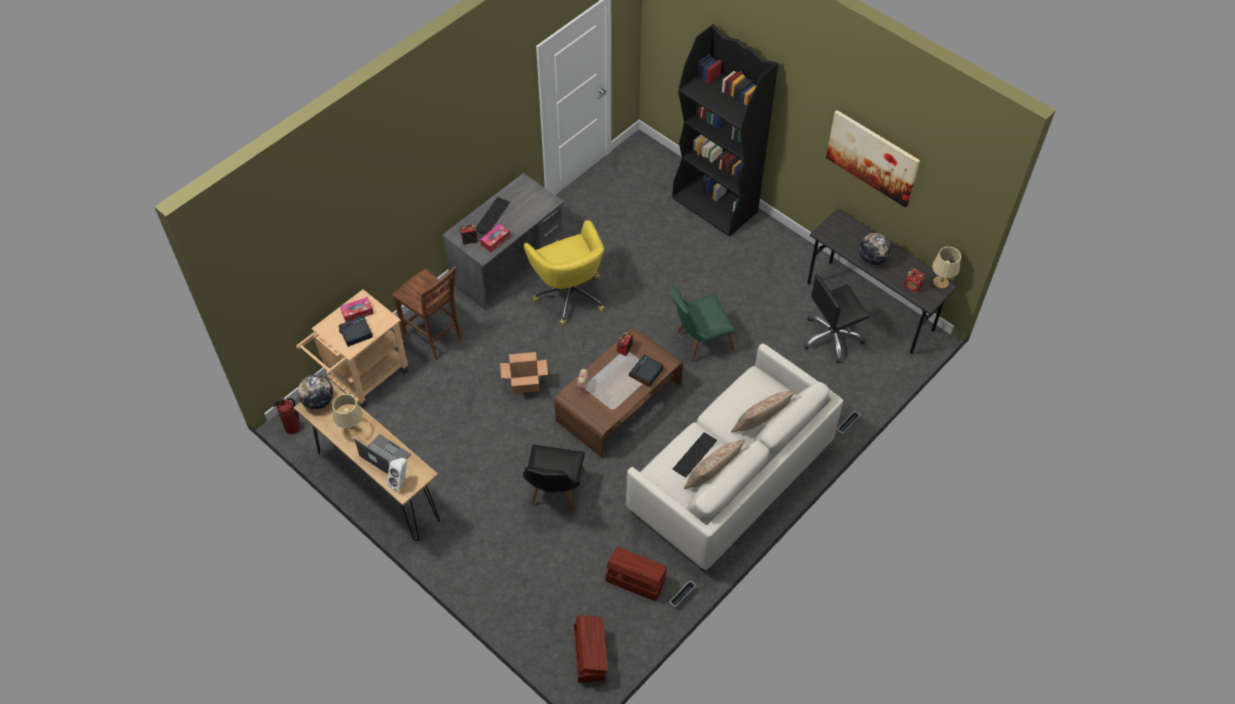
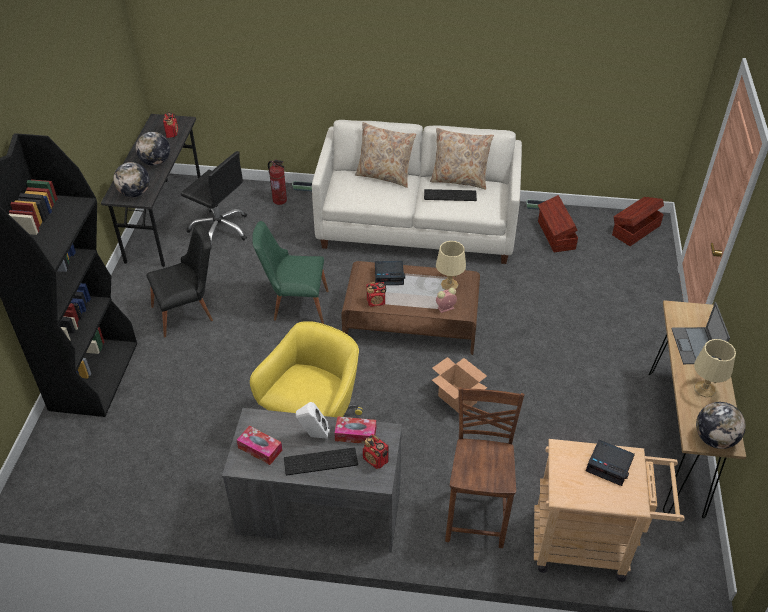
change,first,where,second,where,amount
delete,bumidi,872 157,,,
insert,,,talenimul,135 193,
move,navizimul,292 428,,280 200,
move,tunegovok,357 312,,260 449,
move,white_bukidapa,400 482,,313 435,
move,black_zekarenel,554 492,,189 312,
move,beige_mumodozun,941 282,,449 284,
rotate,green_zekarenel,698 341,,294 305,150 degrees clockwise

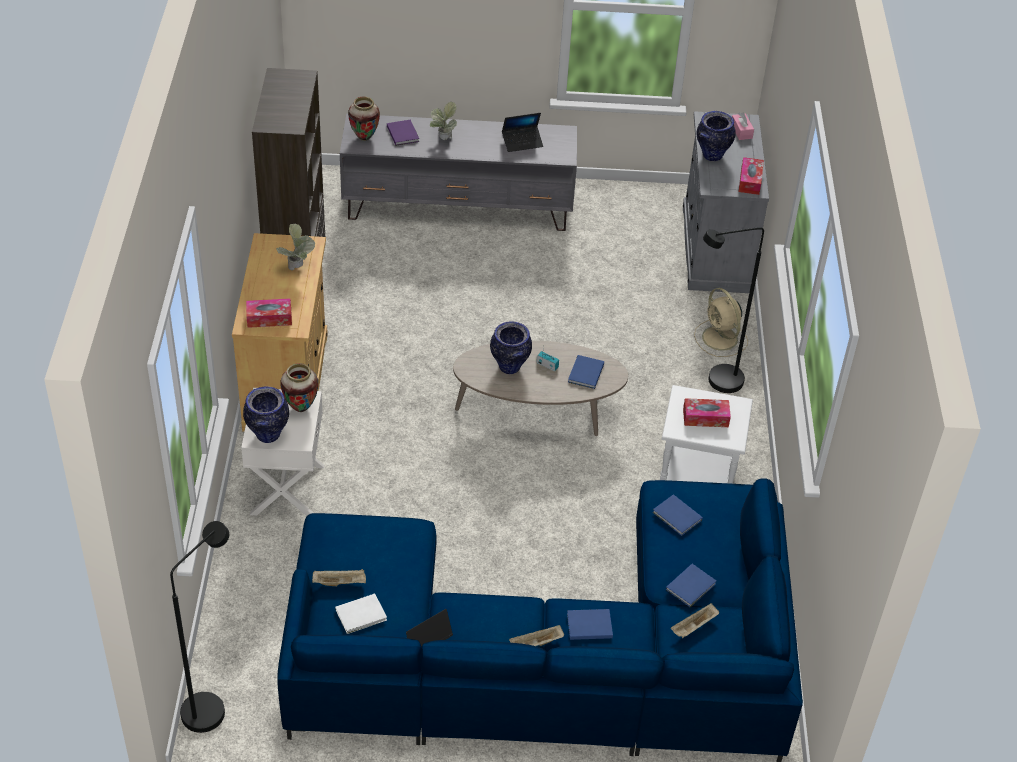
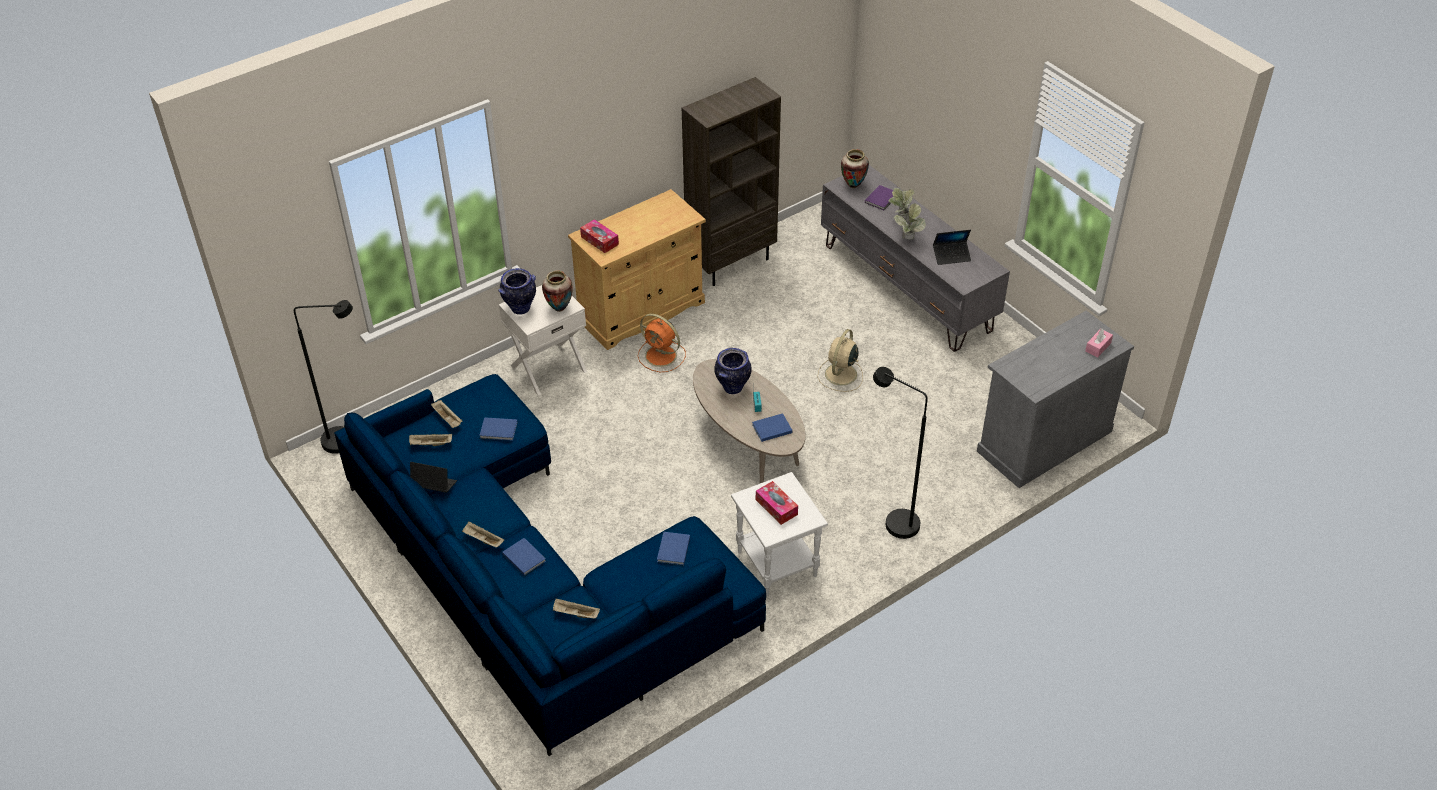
change,first,where,second,where,amount
delete,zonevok,712 156,,,
delete,tunegovok,750 181,,,
insert,,,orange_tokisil,662 356,
move,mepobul,298 269,,908 240,
move,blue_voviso,692 586,,499 430,
move,beige_tokisil,720 339,,840 375,
replace,white_voviso,362 615,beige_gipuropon,430 444,
rotate,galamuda,522 142,,951 256,45 degrees counterclockwise

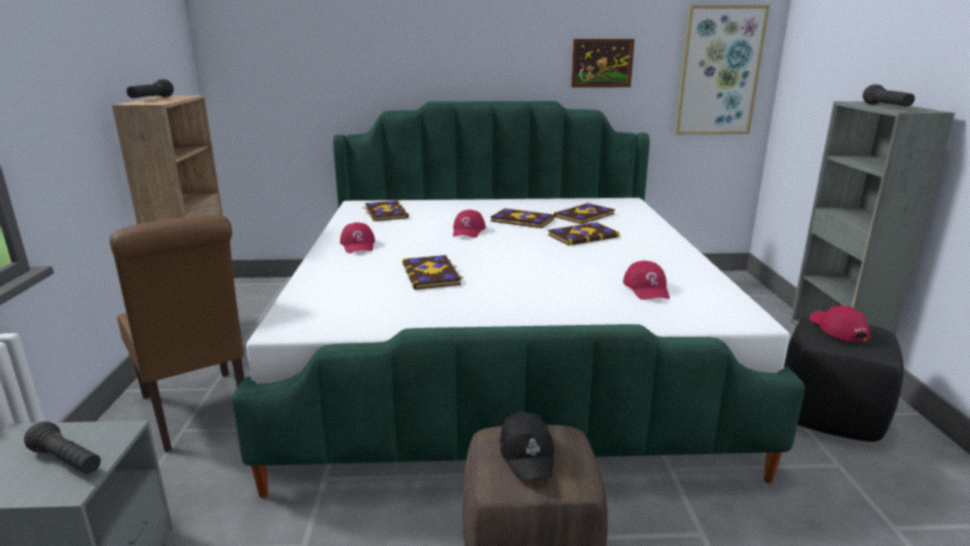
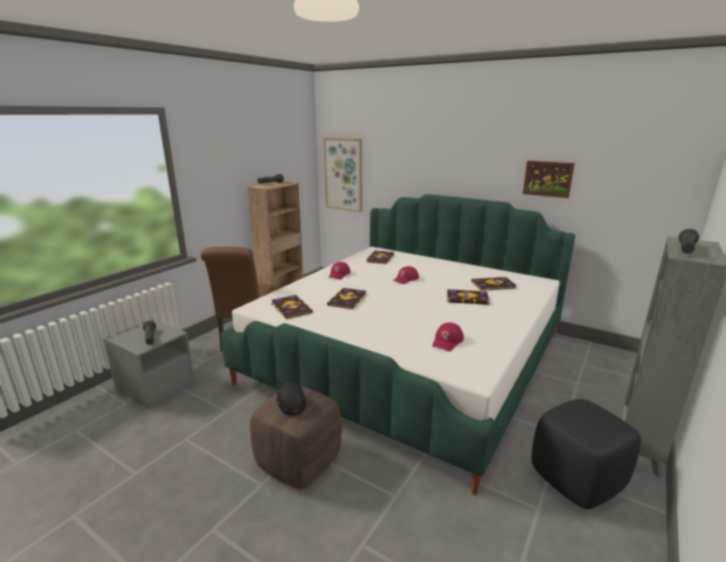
change,first,where,second,where,amount
delete,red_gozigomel,837 328,,,
move,voviso,522 220,,290 308,
move,bumidi,719 71,,344 174,
rotate,black_gozigomel,527 454,,290 402,135 degrees clockwise

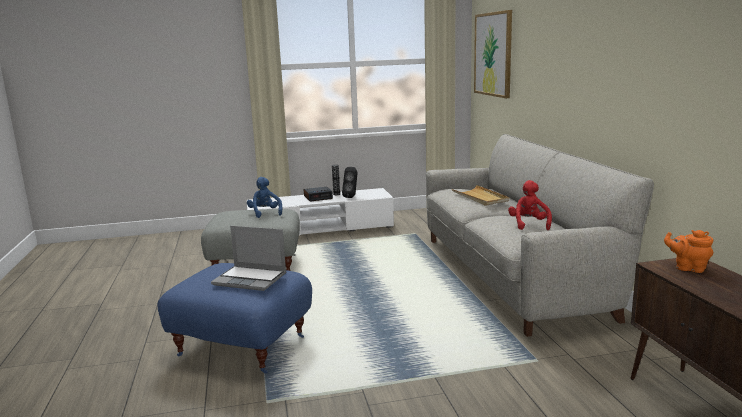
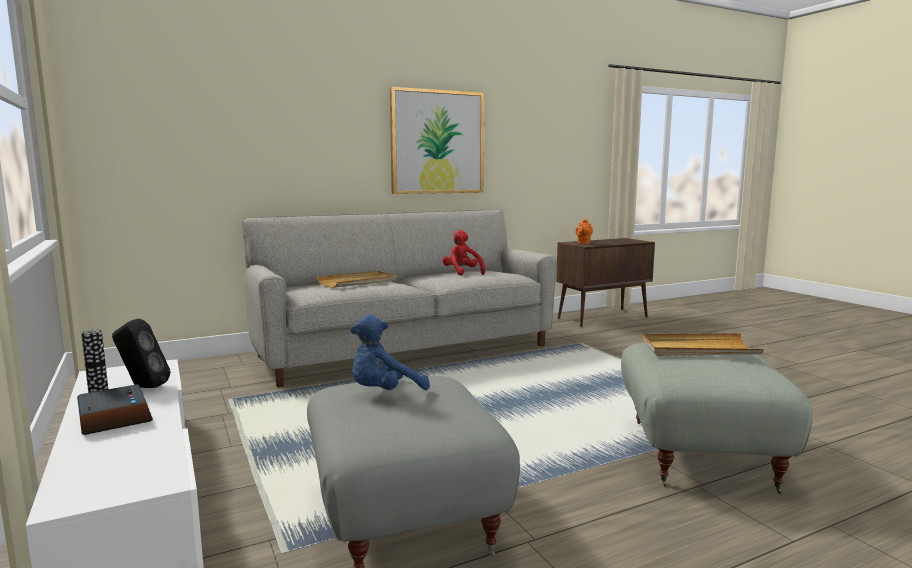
change,first,where,second,where,amount
move,bumidi,493 54,,437 142,
replace,galamuda,251 279,beige_gipuropon,698 349,
recolor,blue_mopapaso,243 345,grey_mopapaso,696 454,
rotate,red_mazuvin,529 224,,462 273,75 degrees clockwise

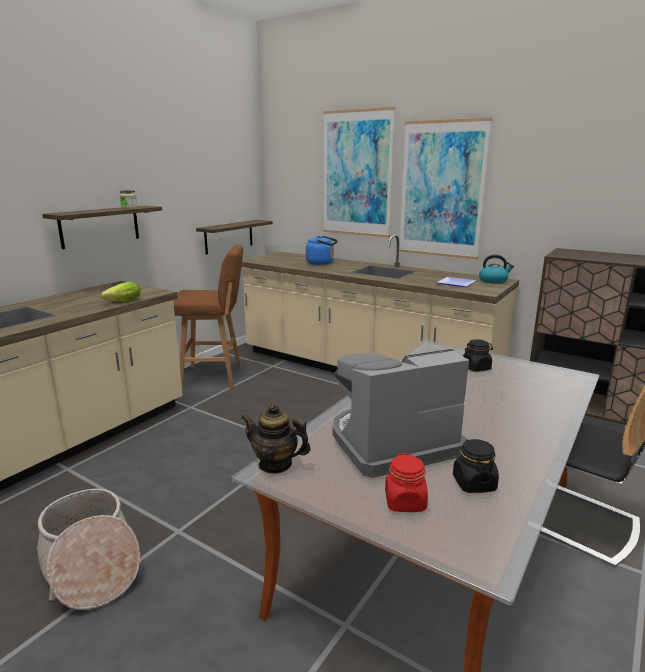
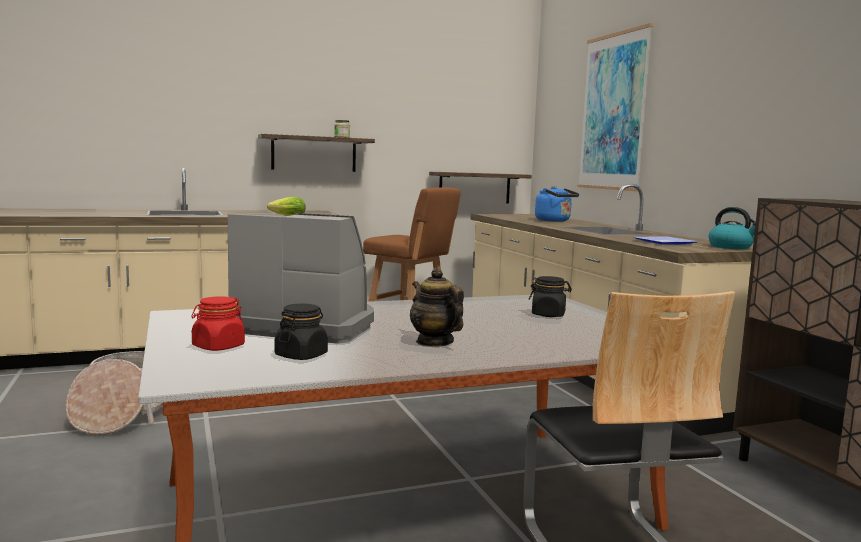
change,first,where,second,where,amount
delete,bumidi,442 190,,,
move,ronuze,275 464,,434 342,

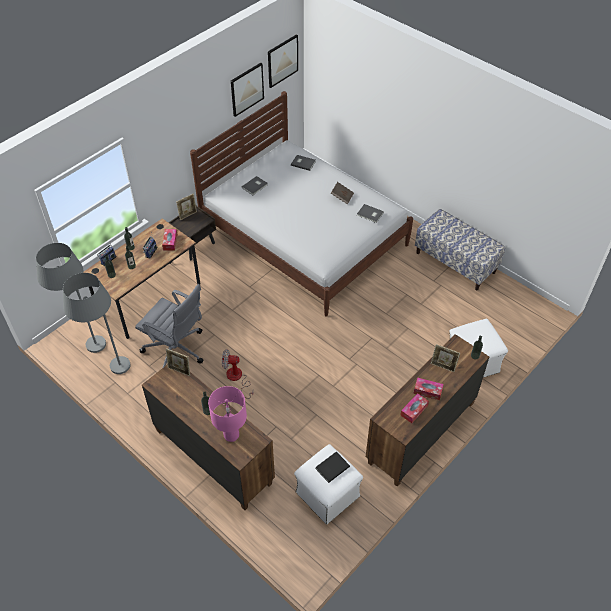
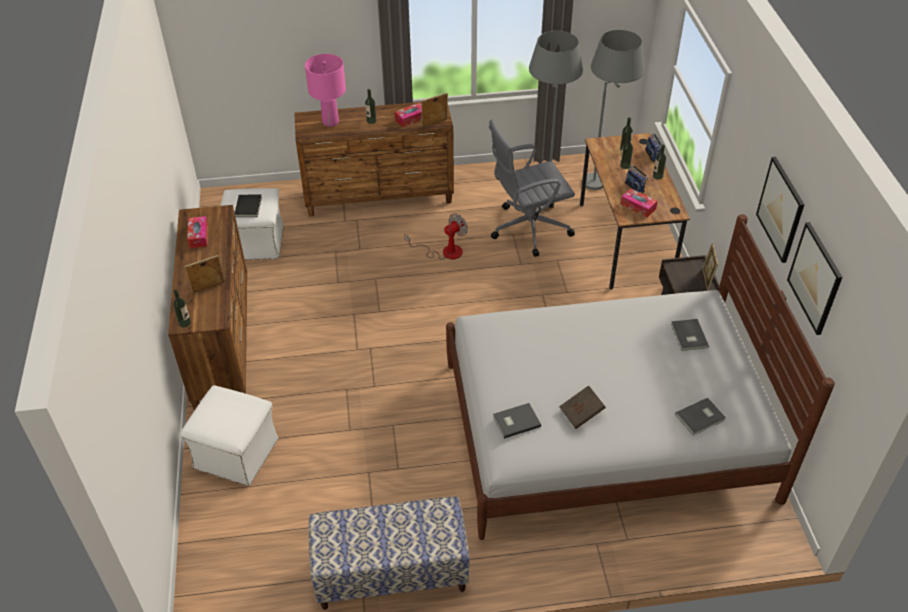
change,first,where,second,where,amount
move,bumidi,282 61,,780 209,
move,tunegovok,427 391,,411 119,

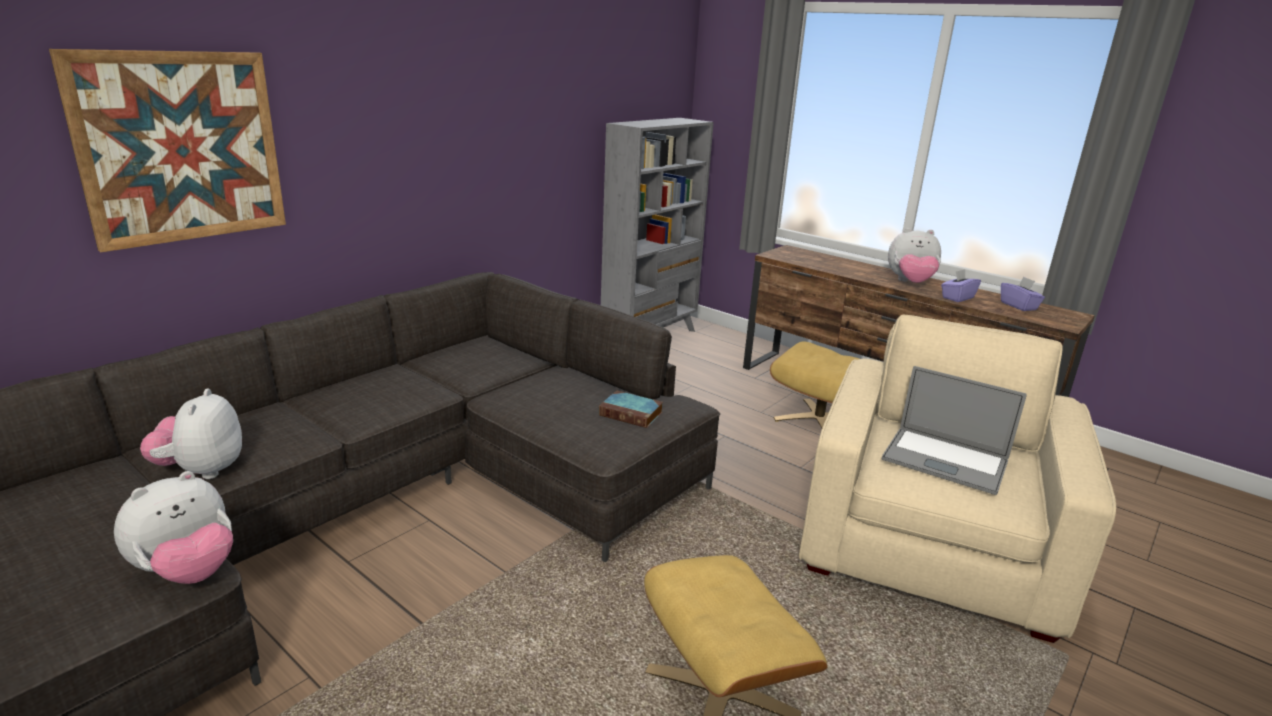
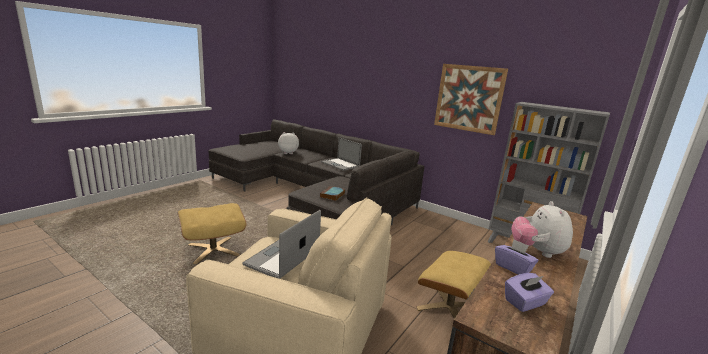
change,first,where,second,where,amount
delete,mazuvin,187 572,,,
insert,,,galamuda,340 164,
move,bumidi,181 147,,469 98,

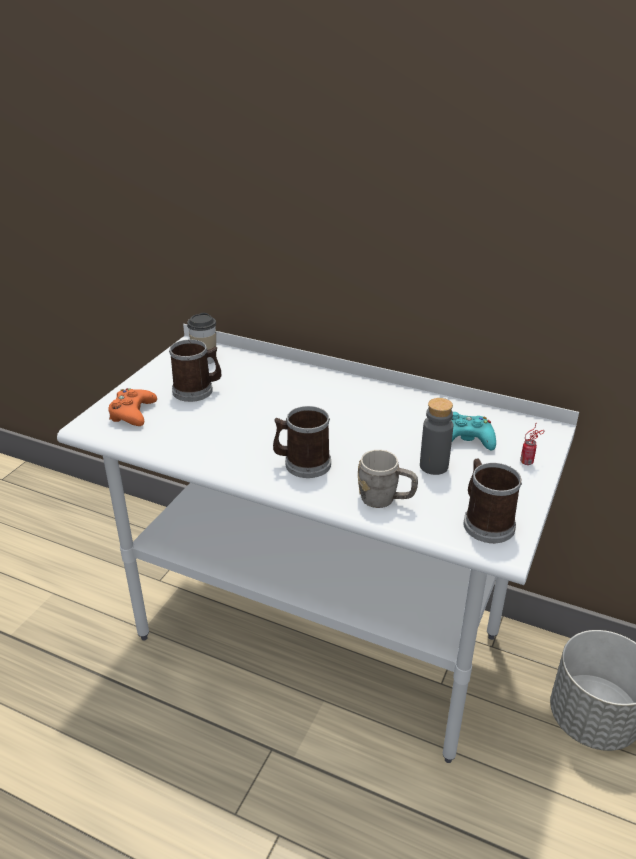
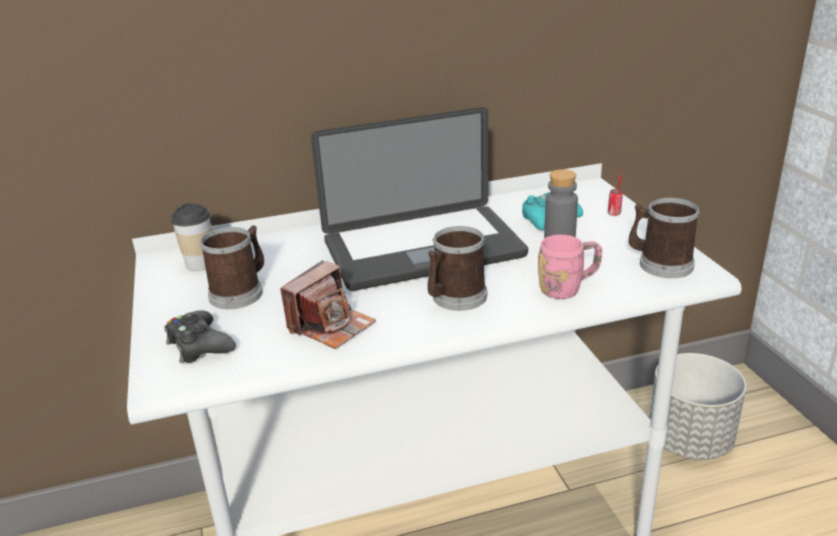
change,first,where,second,where,amount
insert,,,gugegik,331 326,
insert,,,galamuda,423 249,
recolor,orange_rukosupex,132 413,black_rukosupex,199 345,
recolor,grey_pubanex,385 500,pink_pubanex,568 288,

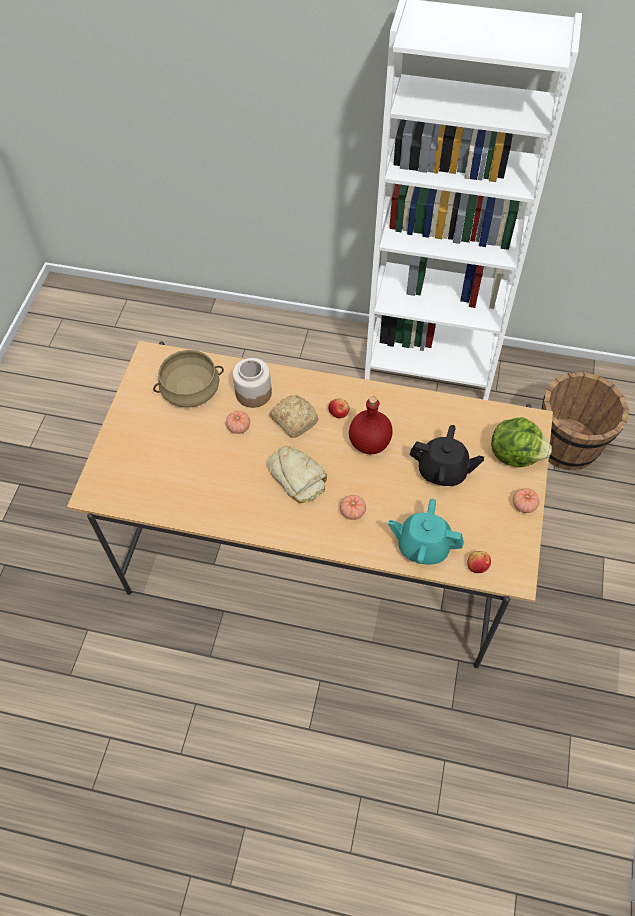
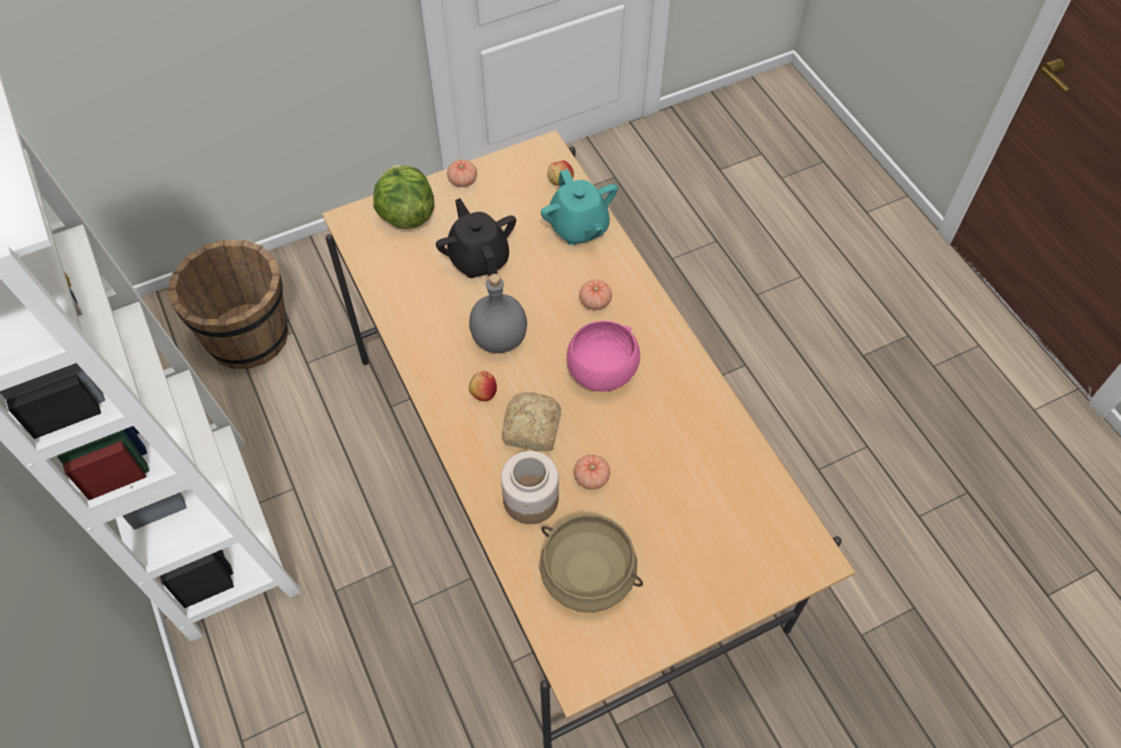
change,first,where,second,where,amount
replace,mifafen,297 477,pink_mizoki,601 373,
recolor,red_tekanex,369 443,grey_tekanex,500 338,

